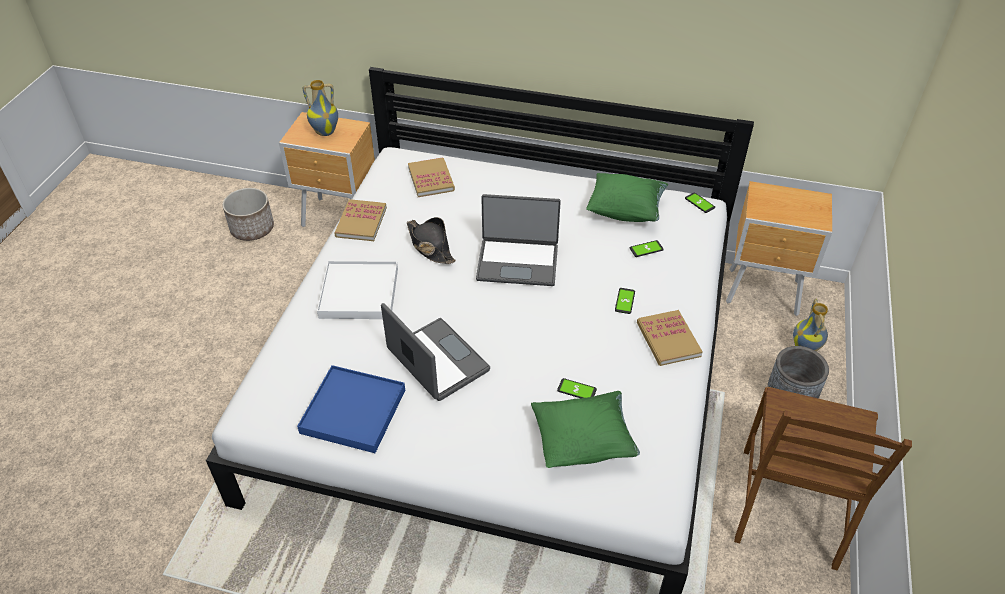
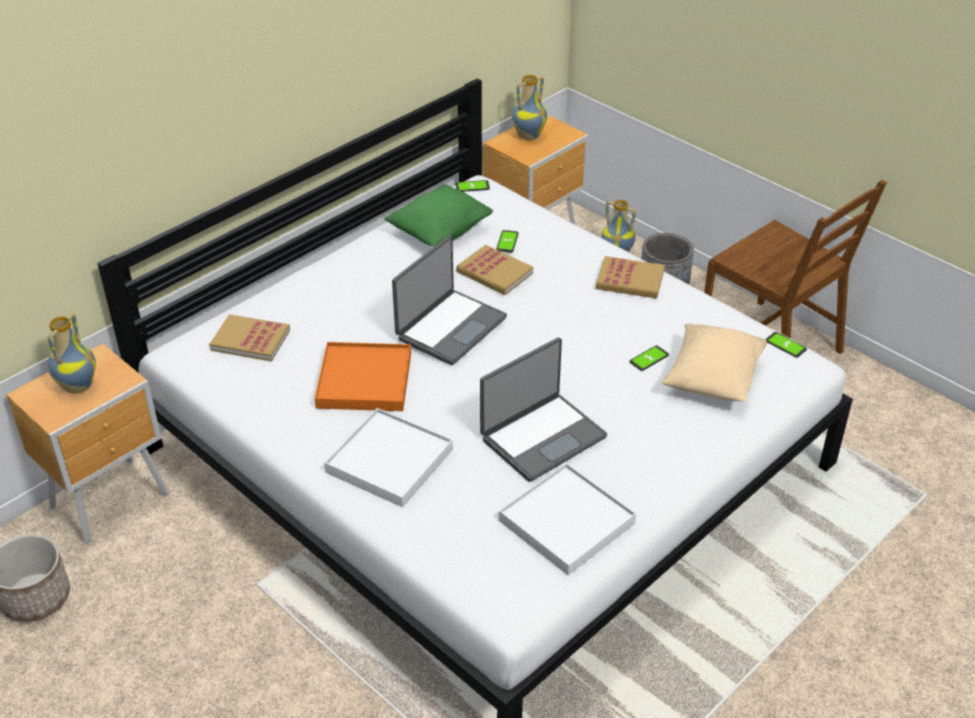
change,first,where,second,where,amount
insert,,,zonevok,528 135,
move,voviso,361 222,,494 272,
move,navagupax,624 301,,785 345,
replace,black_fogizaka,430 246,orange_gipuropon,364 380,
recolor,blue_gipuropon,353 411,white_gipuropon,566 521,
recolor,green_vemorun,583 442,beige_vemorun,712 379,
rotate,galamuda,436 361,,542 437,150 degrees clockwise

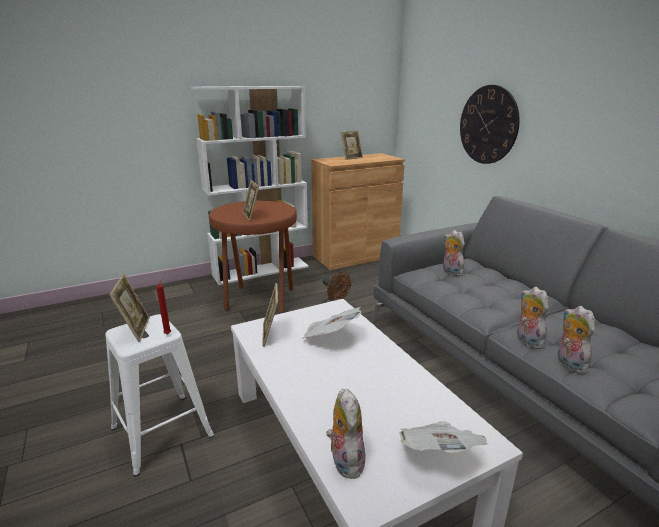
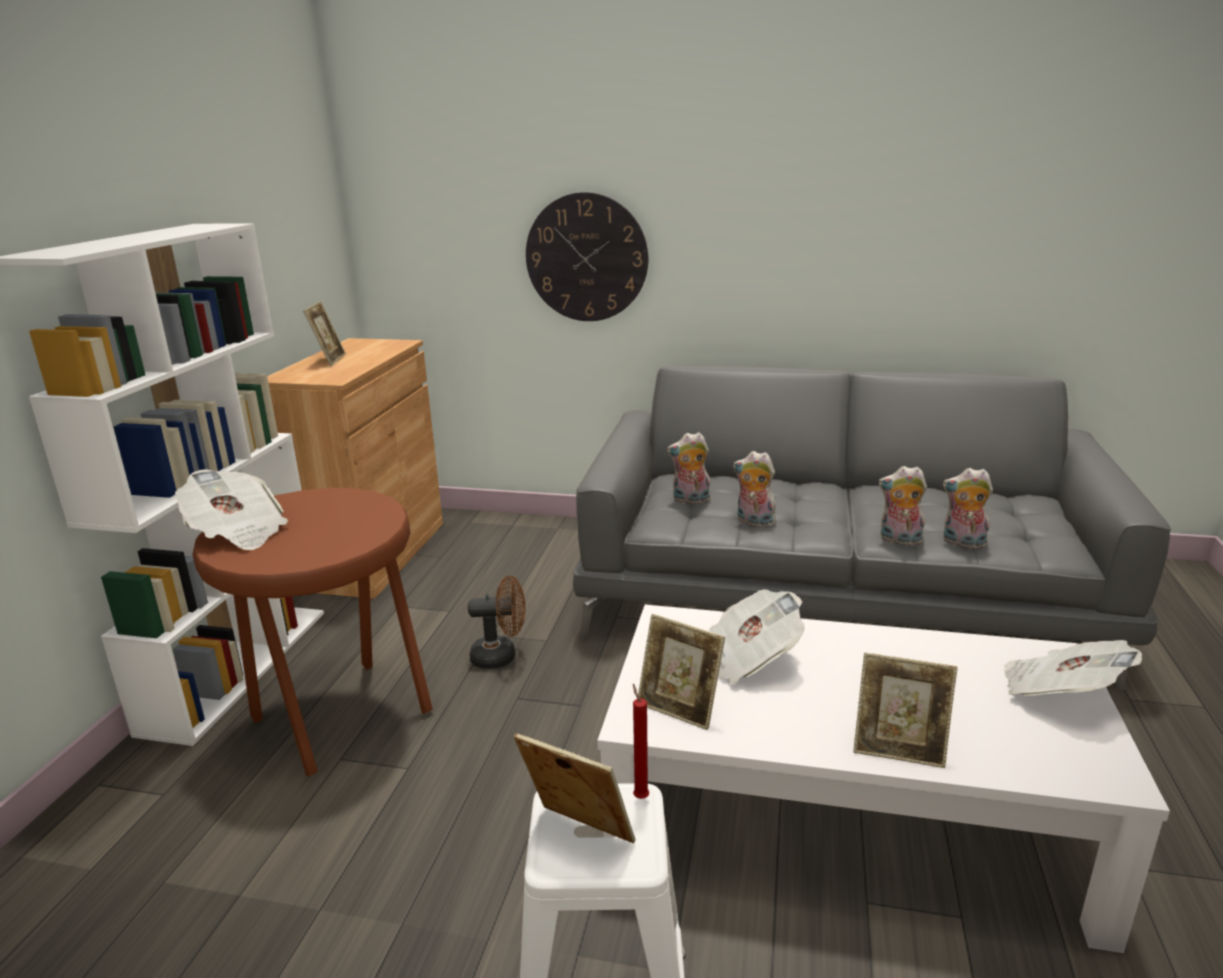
change,first,where,second,where,amount
insert,,,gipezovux,237 533,
move,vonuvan,251 216,,899 750,
move,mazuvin,345 460,,753 522,

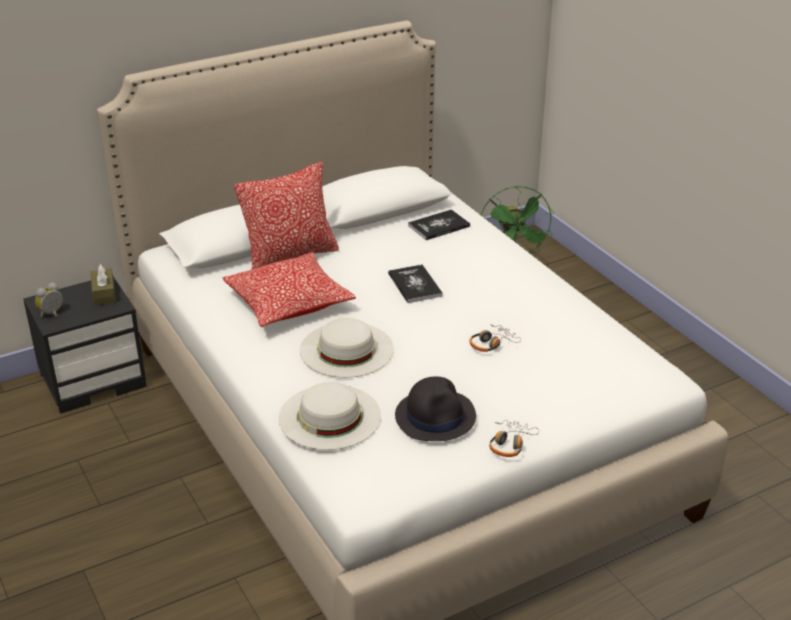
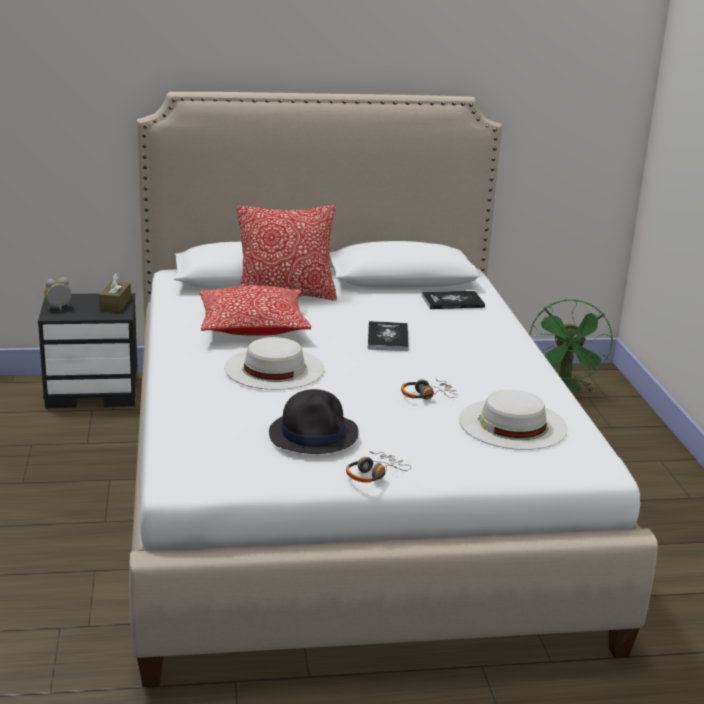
change,first,where,second,where,amount
move,white_fogizaka,329 416,,512 424,

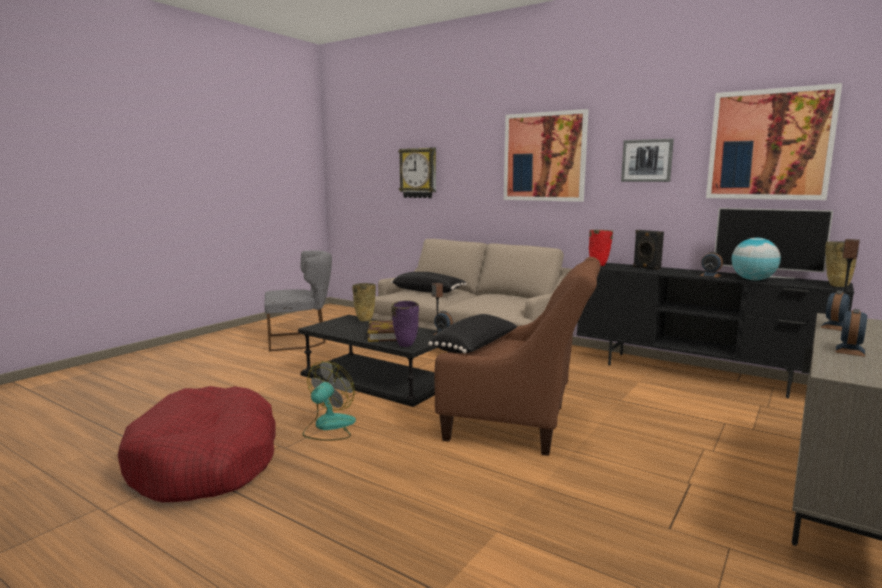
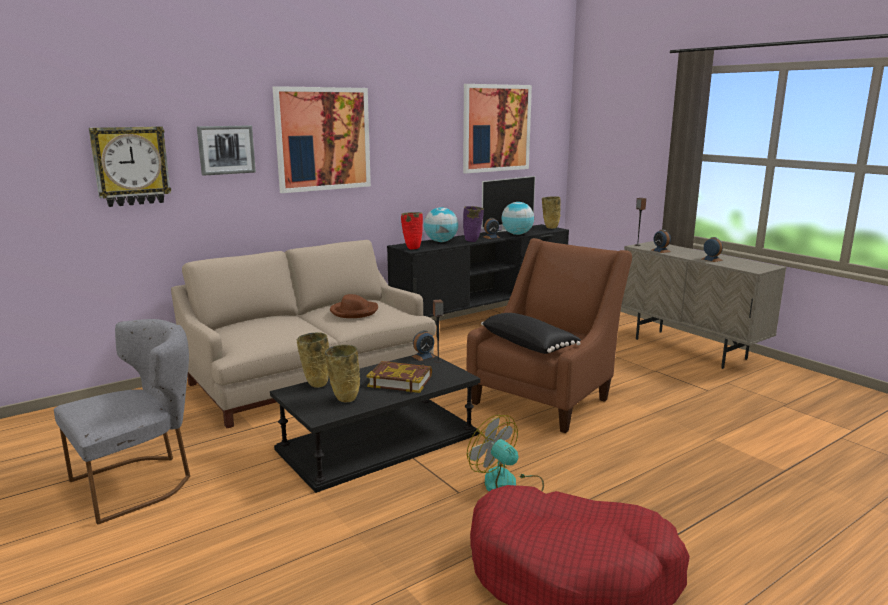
change,first,where,second,where,amount
delete,black_vemorun,428 291,,,
insert,,,beige_zonevok,344 399,
insert,,,brown_fogizaka,354 311,
move,purple_zonevok,405 345,,472 241,
move,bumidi,647 160,,226 150,
replace,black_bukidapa,646 268,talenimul,441 241,
rotate,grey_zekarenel,300 341,,139 482,45 degrees clockwise

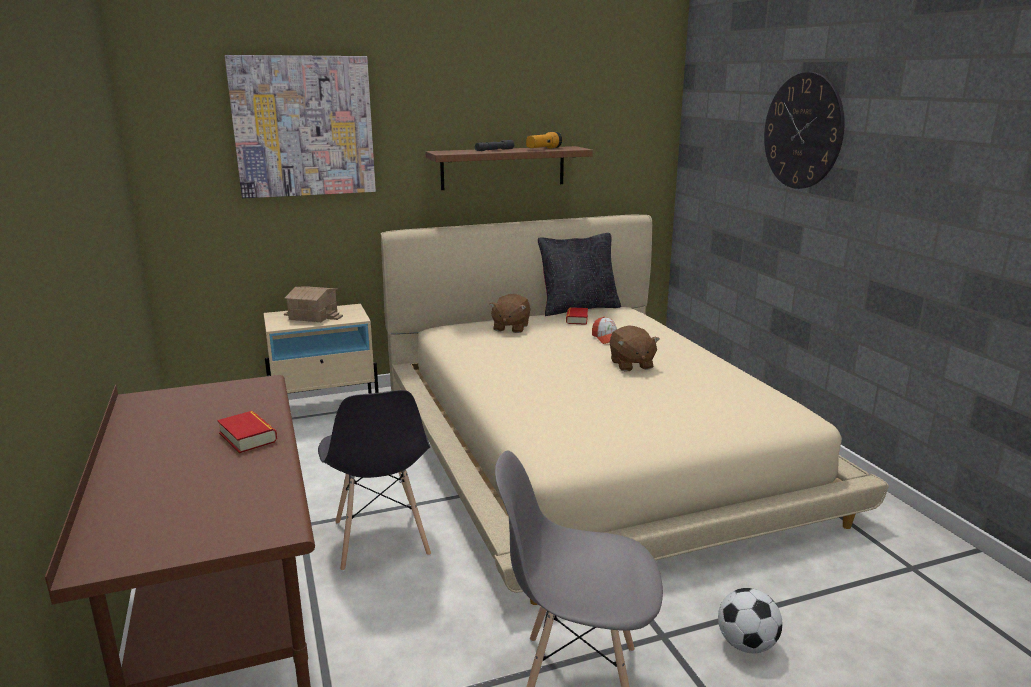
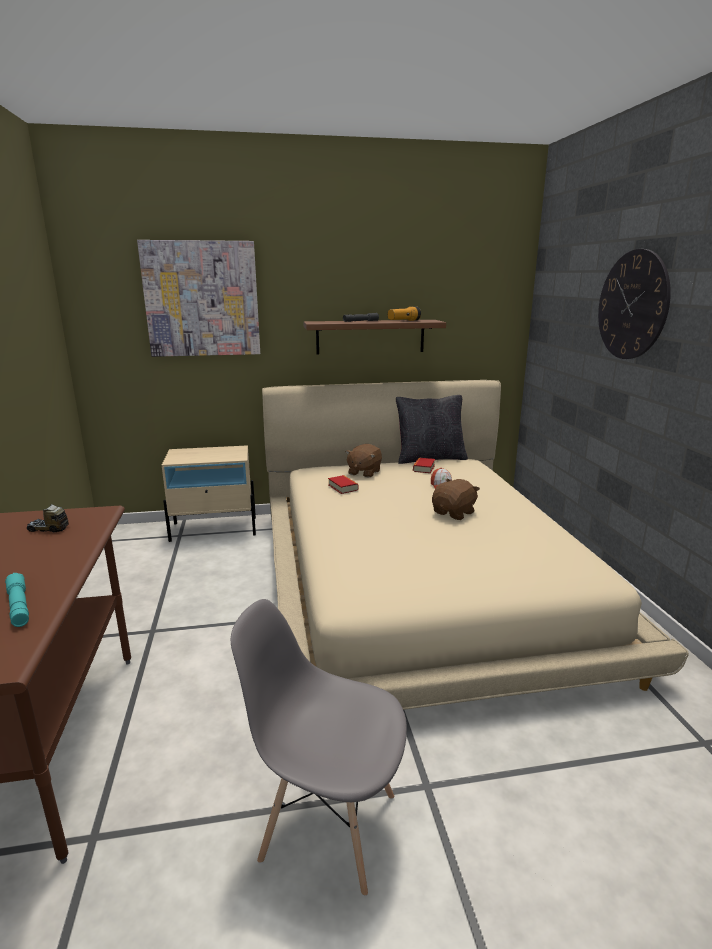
change,first,where,second,where,amount
delete,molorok,313 315,,,
delete,grey_zekarenel,381 540,,,
delete,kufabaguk,746 644,,,
insert,,,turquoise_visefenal,19 606,
insert,,,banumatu,48 529,
move,voviso,248 437,,343 487,
rotate,brown_mazuvin,631 364,,454 513,135 degrees counterclockwise

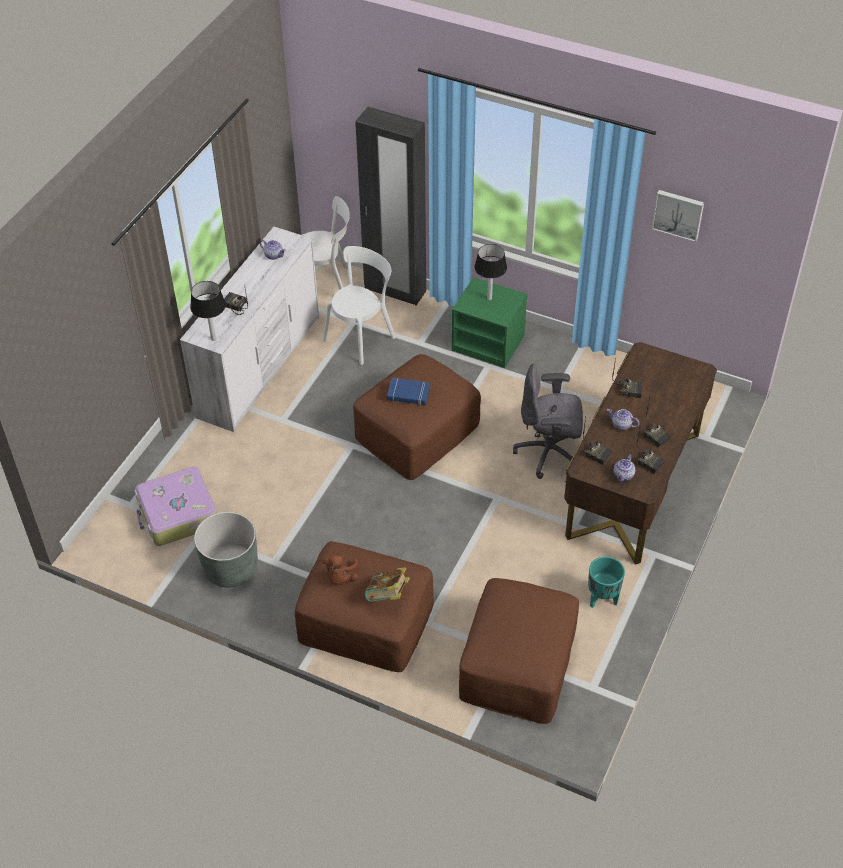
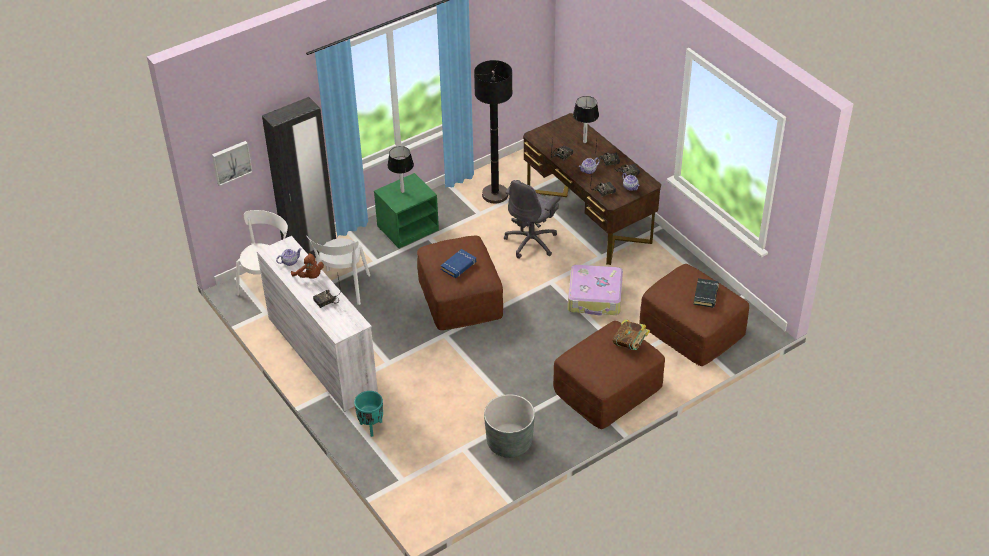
change,first,where,second,where,amount
insert,,,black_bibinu,495 194,
insert,,,black_voviso,706 295,
move,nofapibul,177 514,,595 297,
move,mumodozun,213 338,,584 142,
move,brown_mazuvin,341 577,,310 276,
move,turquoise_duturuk,602 598,,371 427,
move,bumidi,678 214,,231 162,
rotate,white_zekarenel,361 337,,342 289,150 degrees counterclockwise

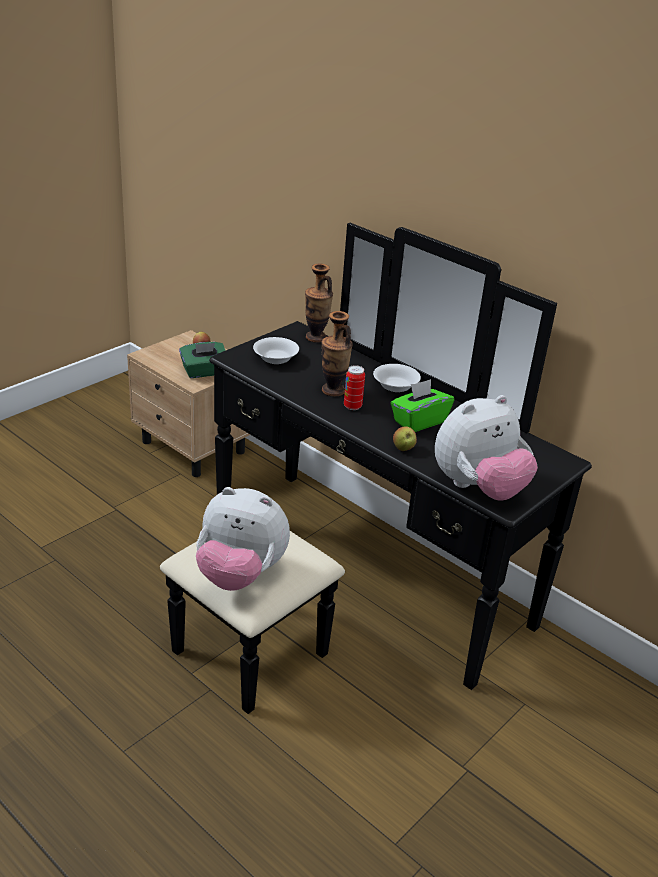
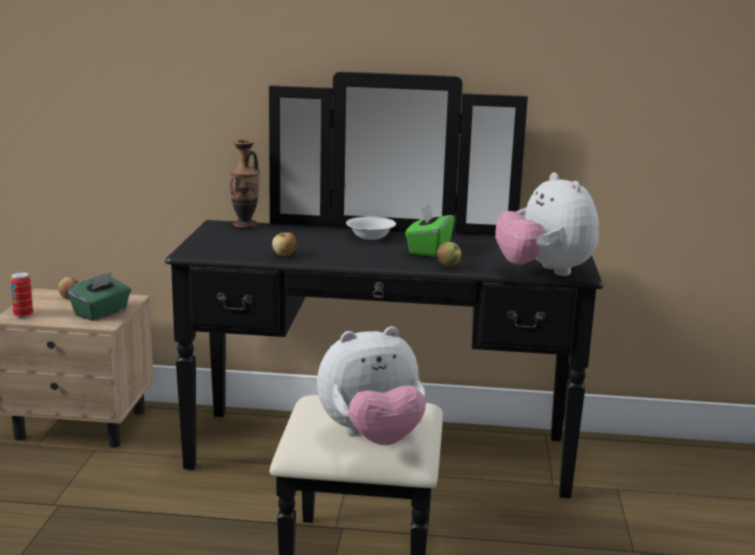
change,first,where,second,where,amount
delete,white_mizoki,276 359,,,
delete,zonevok,333 390,,,
insert,,,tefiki,284 255,
move,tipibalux,352 406,,23 315,
rotate,mazuvin,478 488,,544 271,135 degrees clockwise

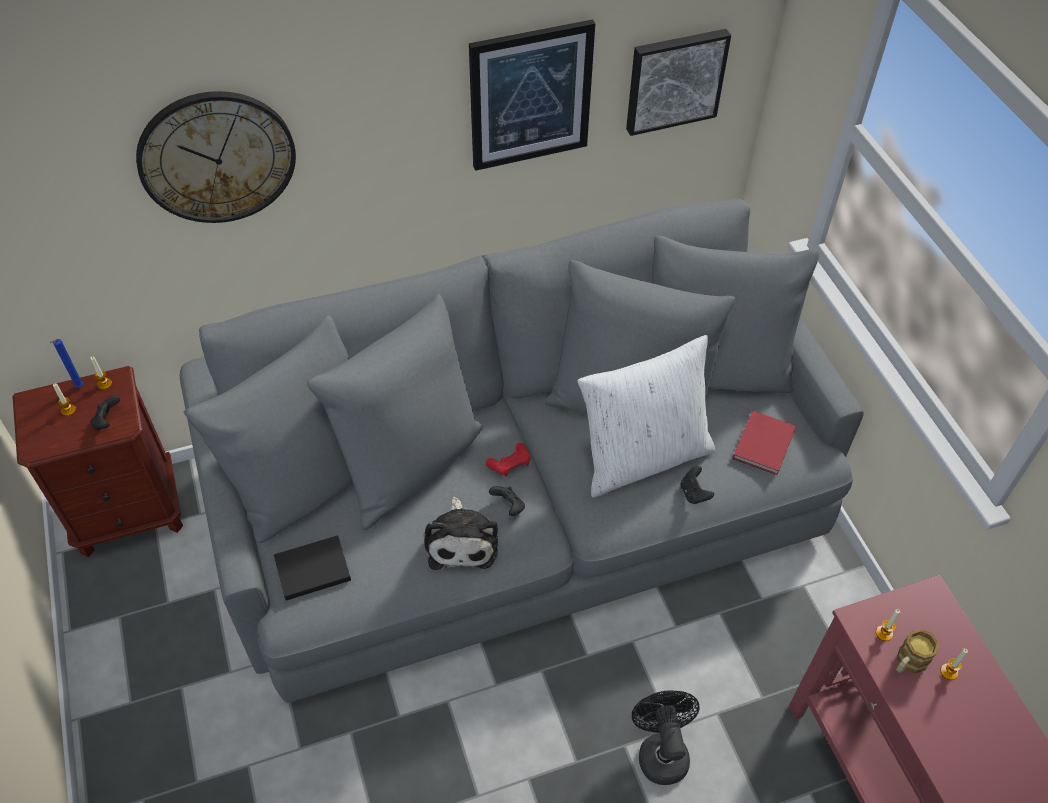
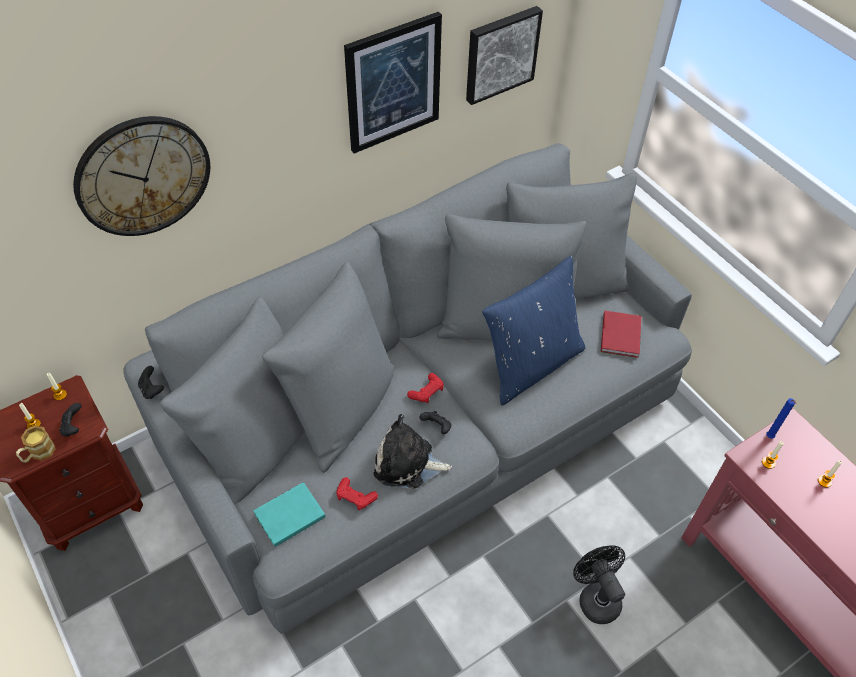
change,first,where,second,where,amount
insert,,,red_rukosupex,355 497,
move,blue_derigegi,78 387,,769 438,
move,black_rukosupex,694 493,,152 390,
move,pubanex,908 663,,38 453,
recolor,black_voviso,310 569,turquoise_voviso,287 515,
recolor,white_vemorun,643 456,blue_vemorun,531 364,
rotate,mazuvin,462 540,,407 463,120 degrees clockwise

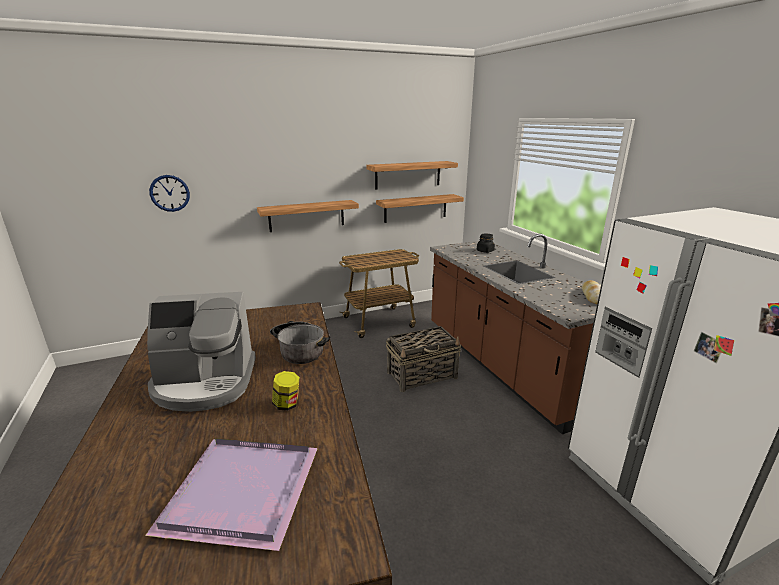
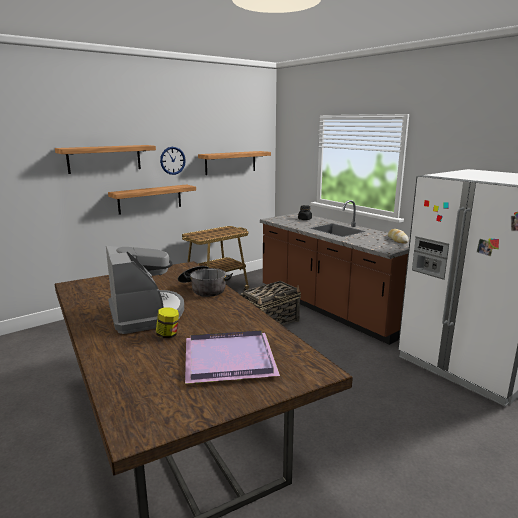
change,first,where,second,where,amount
move,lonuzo,169 193,,172 160,
move,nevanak,287 404,,168 335,
move,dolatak,415 208,,104 158,
rotate,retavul,205 383,,146 314,90 degrees counterclockwise

